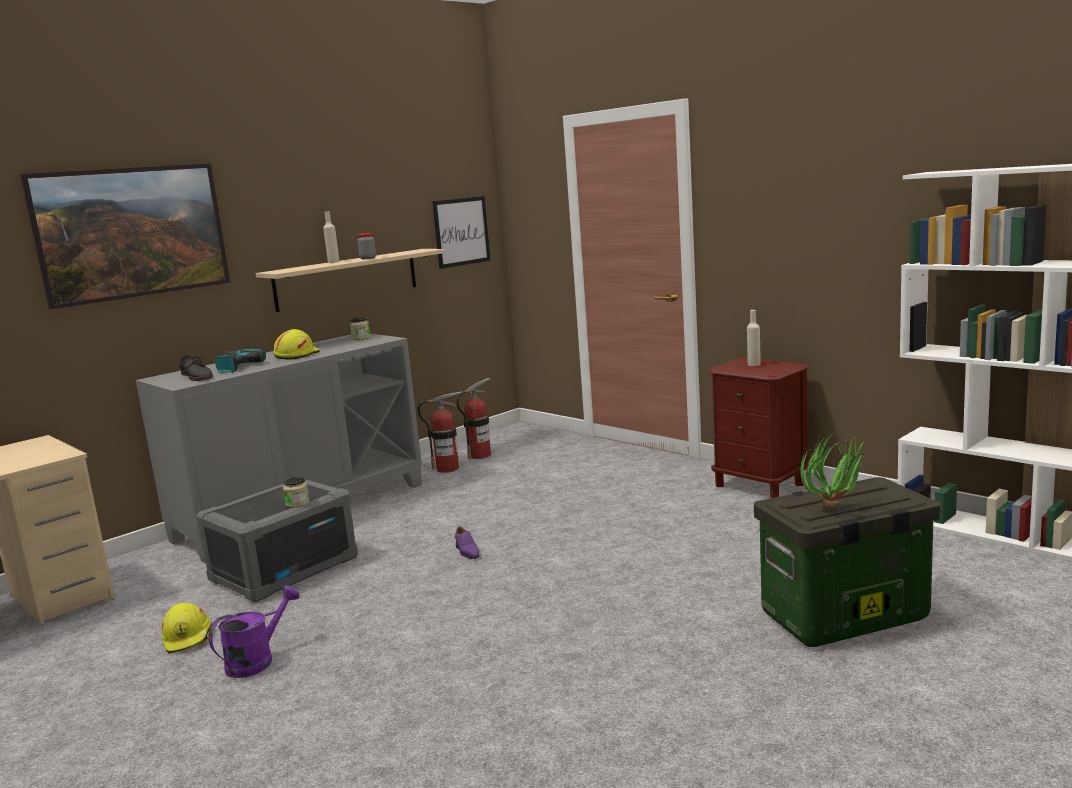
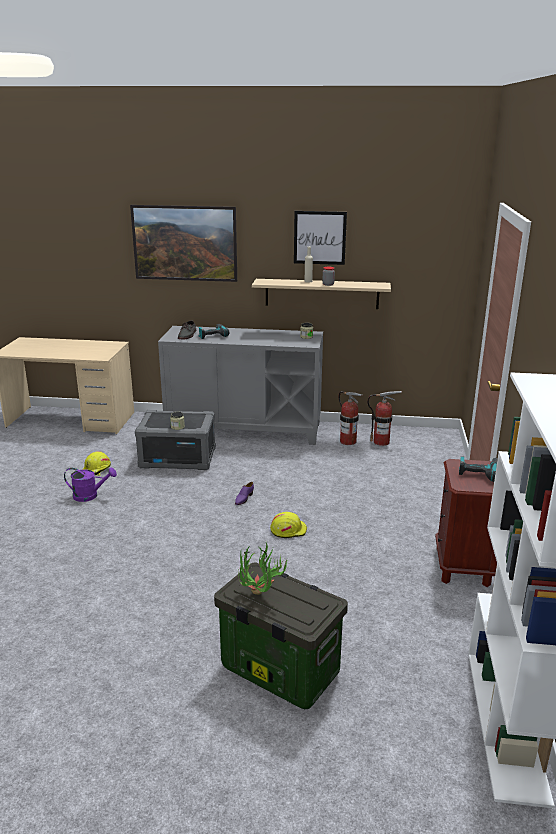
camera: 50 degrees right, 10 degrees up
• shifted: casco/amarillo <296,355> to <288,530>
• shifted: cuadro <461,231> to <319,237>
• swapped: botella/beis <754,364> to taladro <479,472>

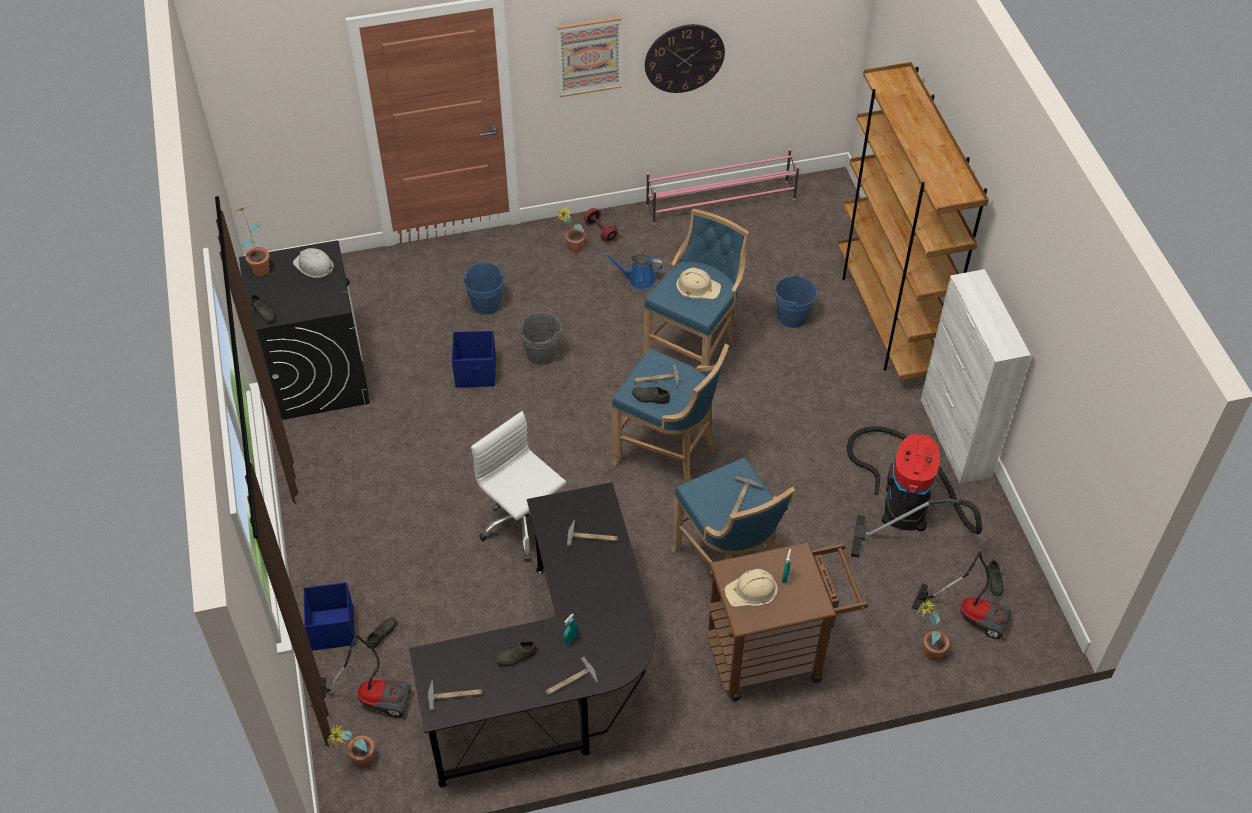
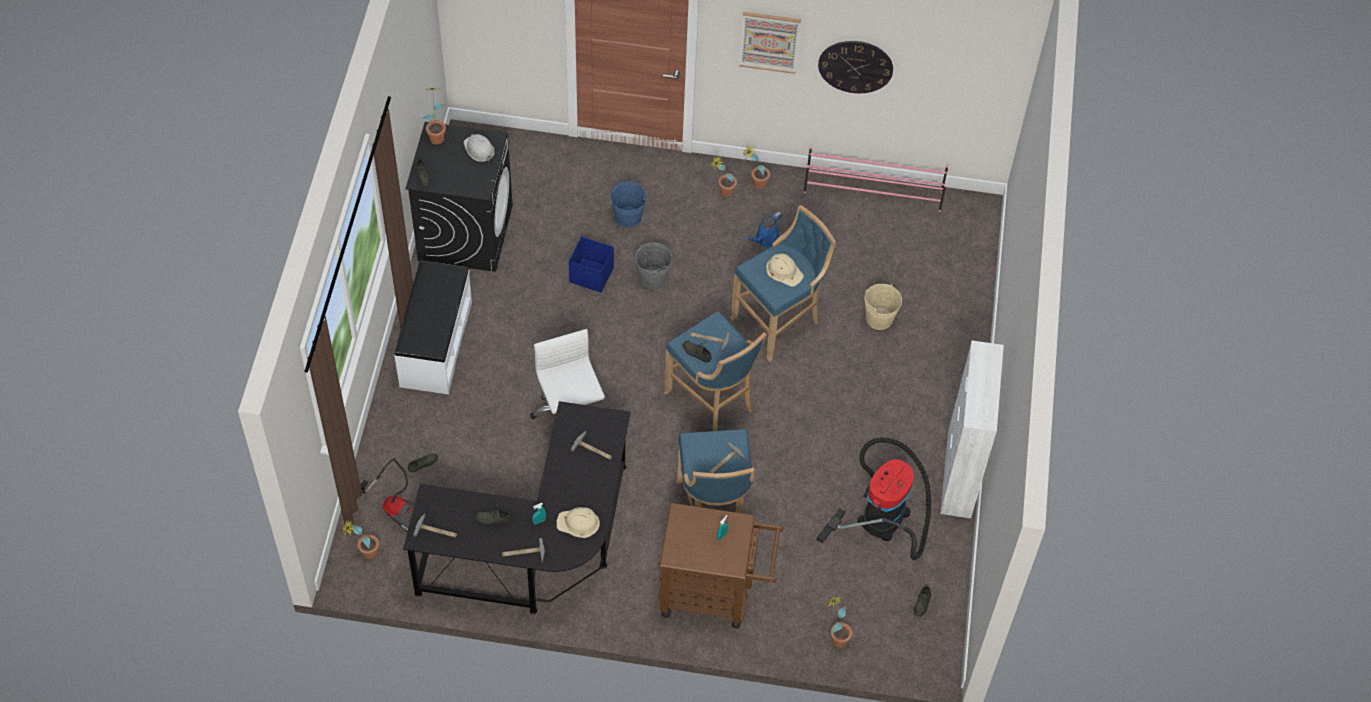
camera: 20 degrees right, 5 degrees up
• gone: caja de almacenaje/azul <333,628>
• swapped: mancuerna/rojo <601,232> to planta en maceta <755,184>
• rotated: regadera/azul <638,279> = <765,239> 75 degrees counterclockwise
• shifted: casco/beis <752,590> to <578,523>
• repainted: cubo/azul <792,316> to cubo/beis <879,318>
• gone: estantería/marrón <887,319>
• gone: aspiradora <970,613>
• new: banco/blanco <435,344>

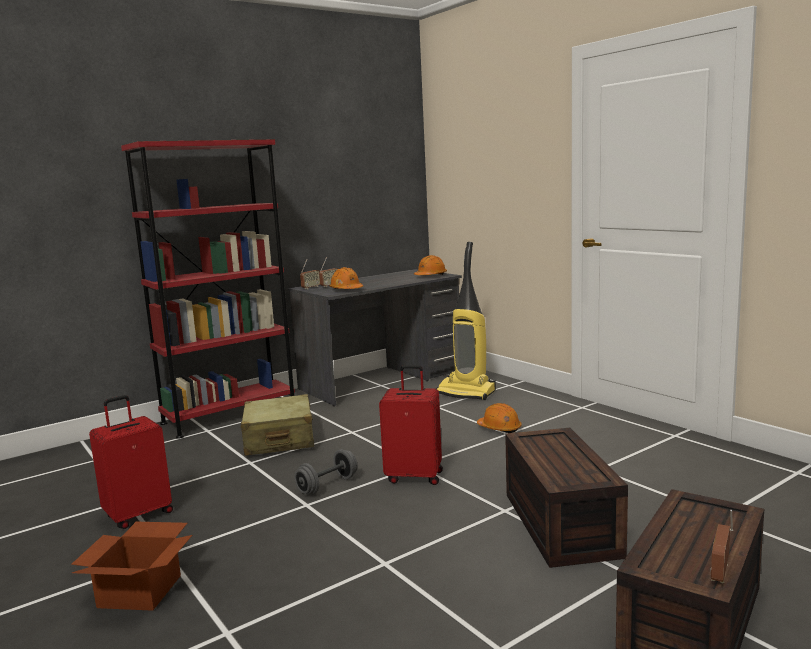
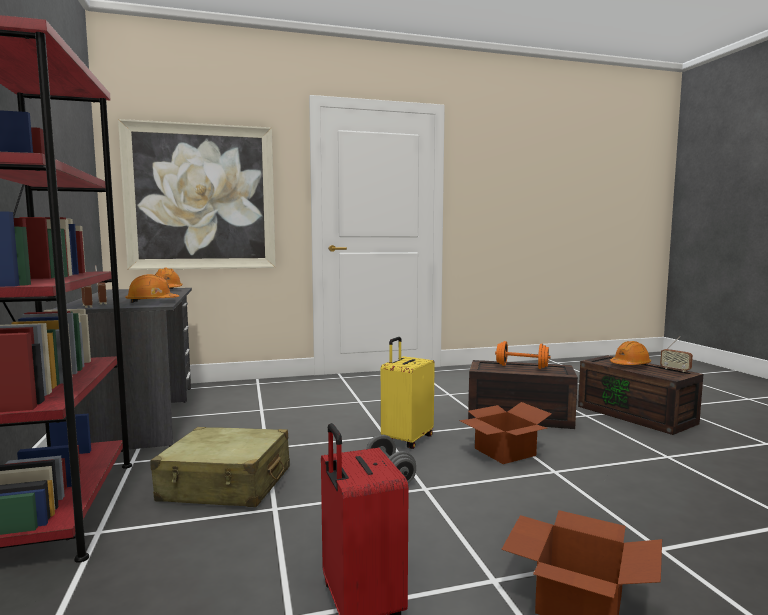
camera: 70 degrees left, 5 degrees down
• repainted: maleta/rojo <415,476> to maleta/amarillo <406,440>
• gone: aspiradora <466,392>
• shifted: casco/naranja <499,428> to <630,365>
• new: cuadro <201,197>
• new: caja de cartón <503,452>
• new: mancuerna/naranja <522,367>

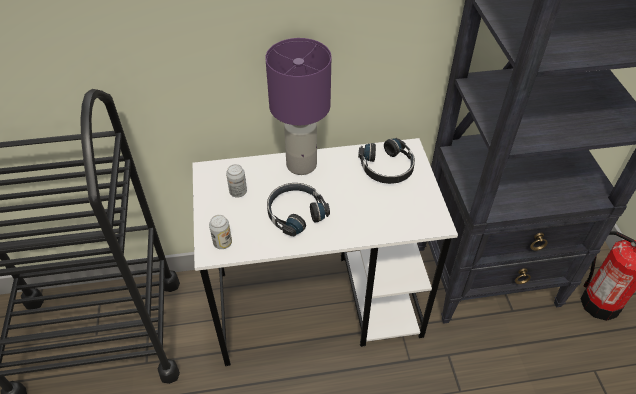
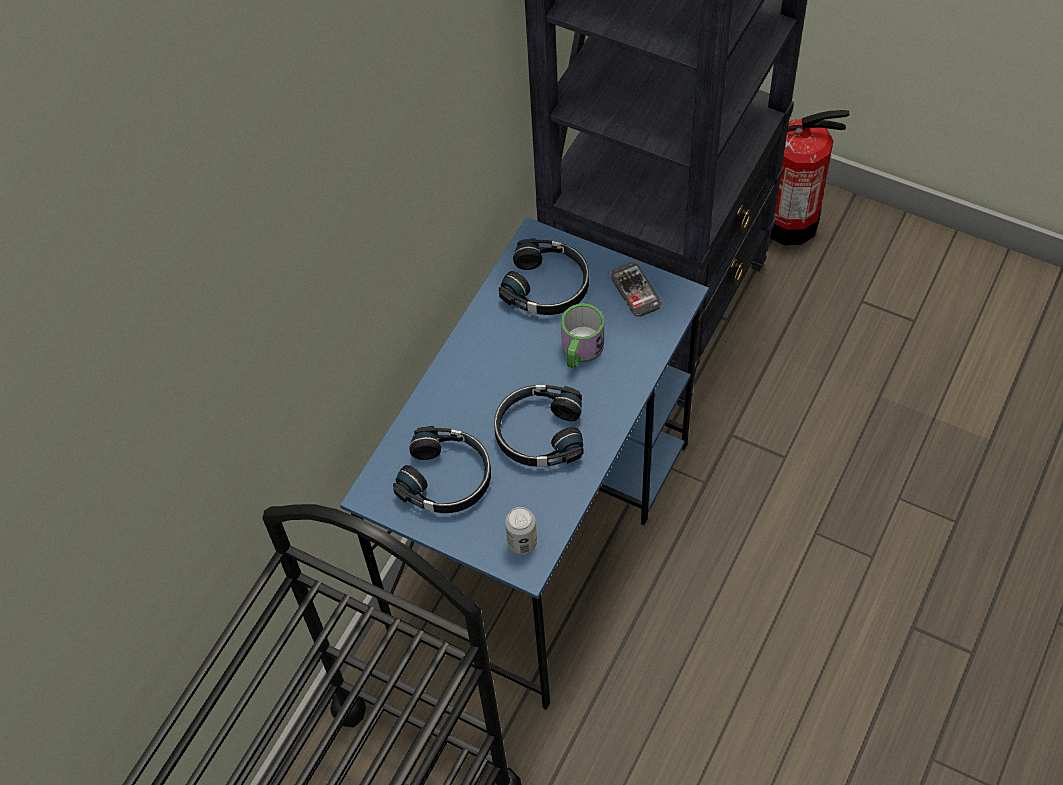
camera: 50 degrees left, 10 degrees up
• repainted: escritorio/blanco <319,304> to escritorio/azul <543,533>
• swapped: lata <238,192> to auriculares/negro <447,478>
• gone: lámpara de mesa/morado <301,164>
• new: taza grande <580,351>
• new: móvil <635,290>

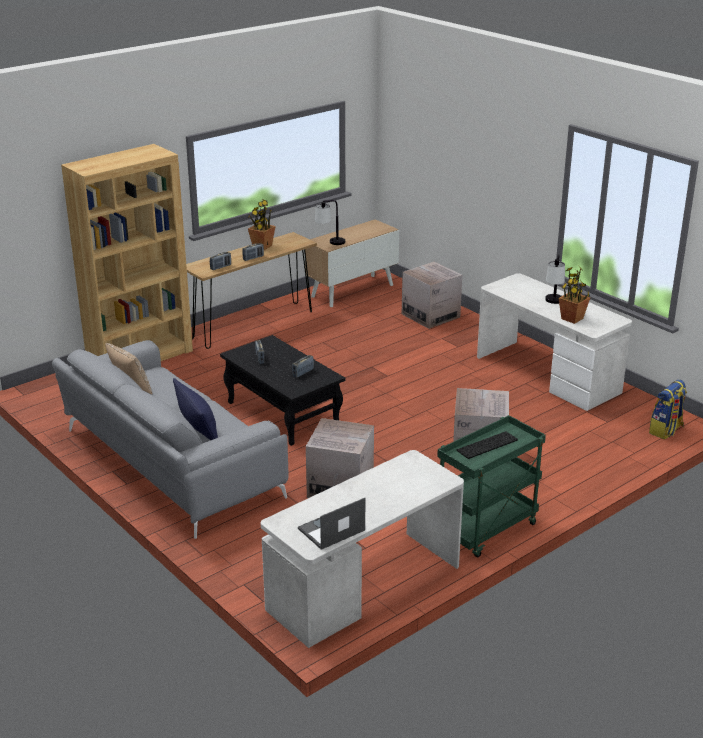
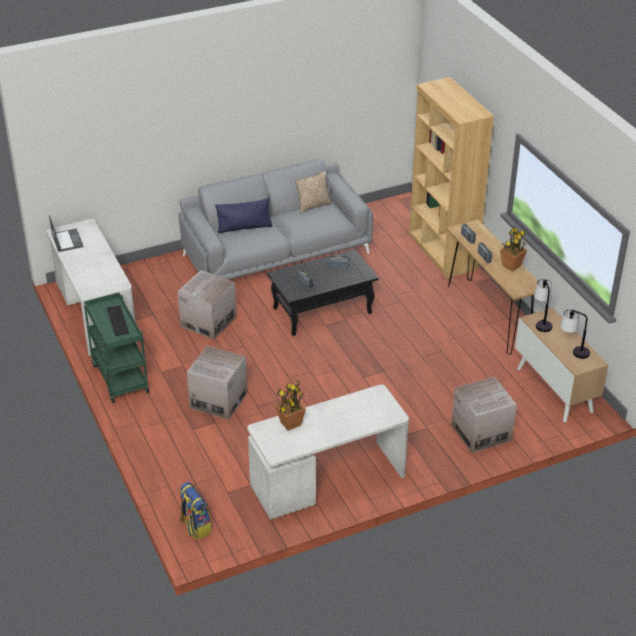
camera: 105 degrees right, 10 degrees up
• shifted: lámpara de mesa <553,303> to <573,351>

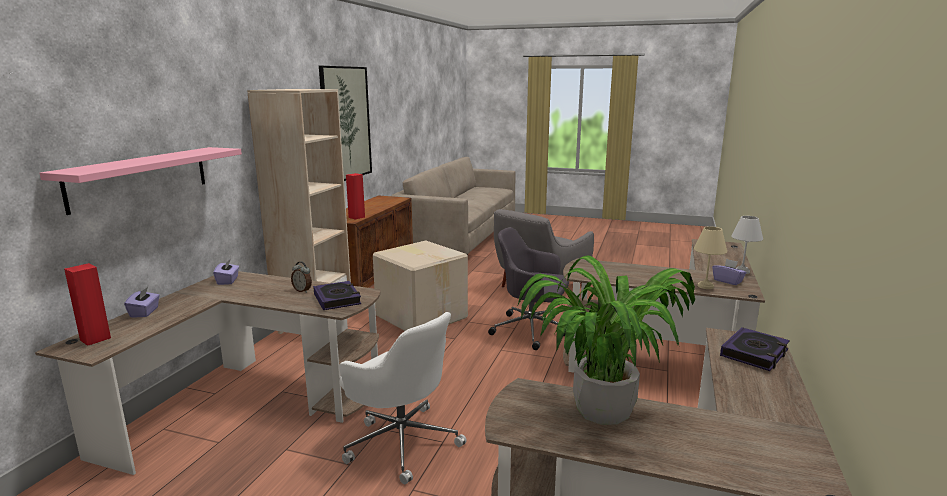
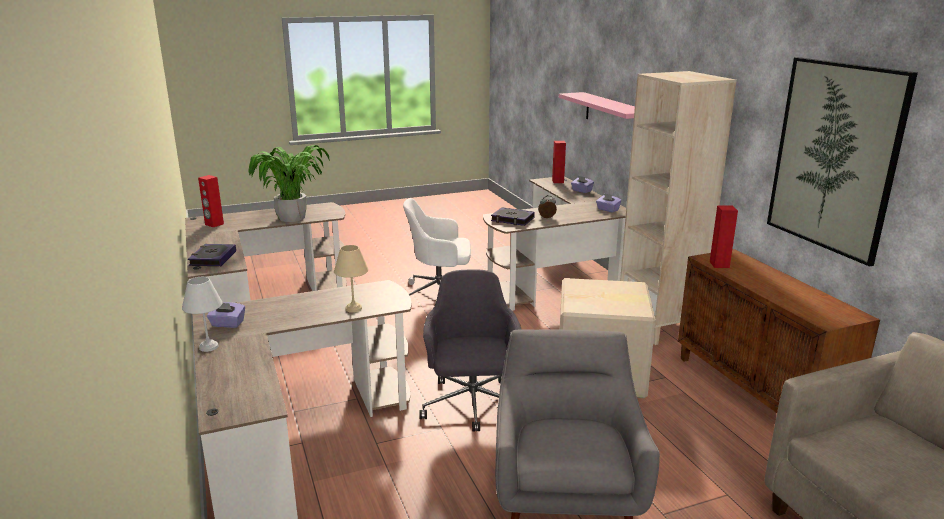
camera: 140 degrees right, 5 degrees up
• rotated: silla de oficina/gris <531,330> = <471,405> 75 degrees counterclockwise
• shifted: lámpara de mesa/beis <705,286> to <354,308>
• new: altavoz/rojo <214,224>

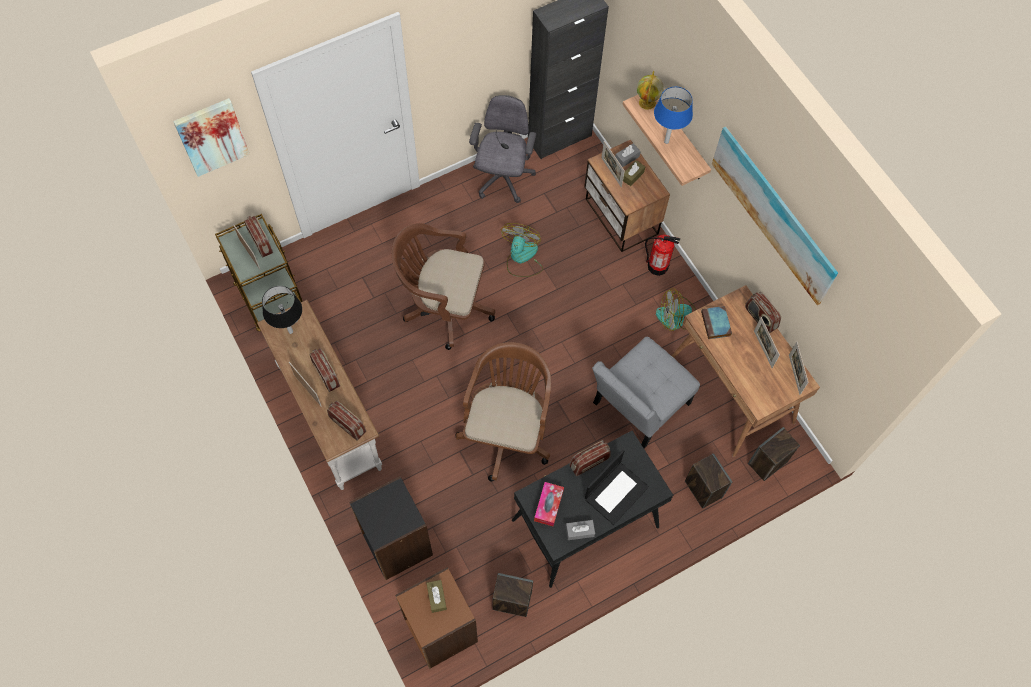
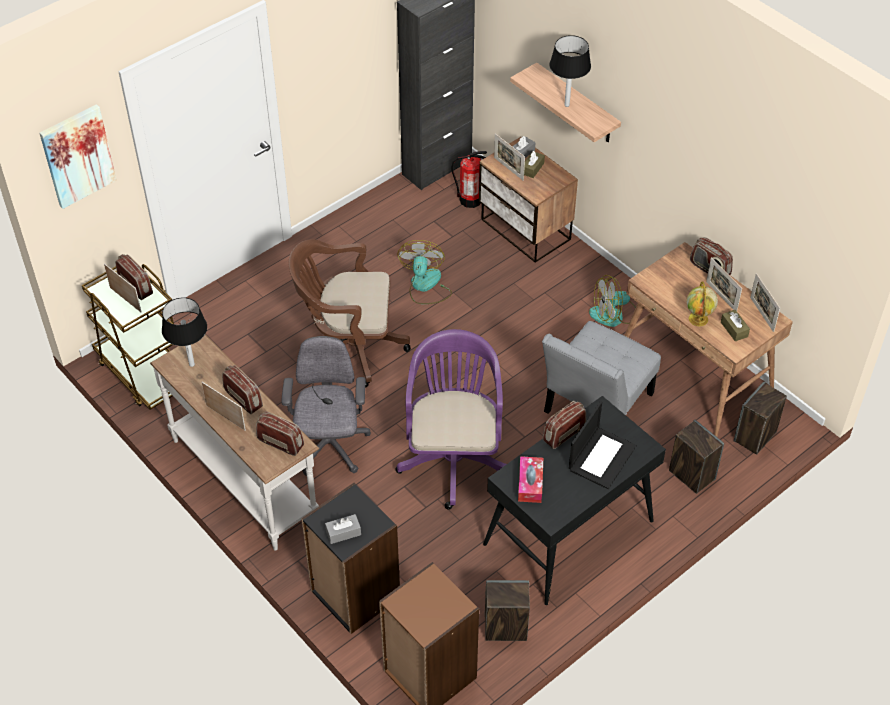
camera: 10 degrees left, 15 degrees down
• shifted: caja de pañuelos/marrón <436,597> to <734,329>
• repainted: silla de oficina/marrón <507,431> to silla de oficina/morado <453,456>
• shifted: silla de oficina/gris <502,179> to <329,447>
• shifted: caja de pañuelos/gris <579,531> to <343,533>
• shifted: globo terráqueo <647,103> to <698,319>
• shifted: extintor <657,266> to <470,199>
• repainted: lámpara de mesa/azul <666,142> to lámpara de mesa/negro <566,105>
• gone: libro <716,324>
• gone: cuadro <775,213>

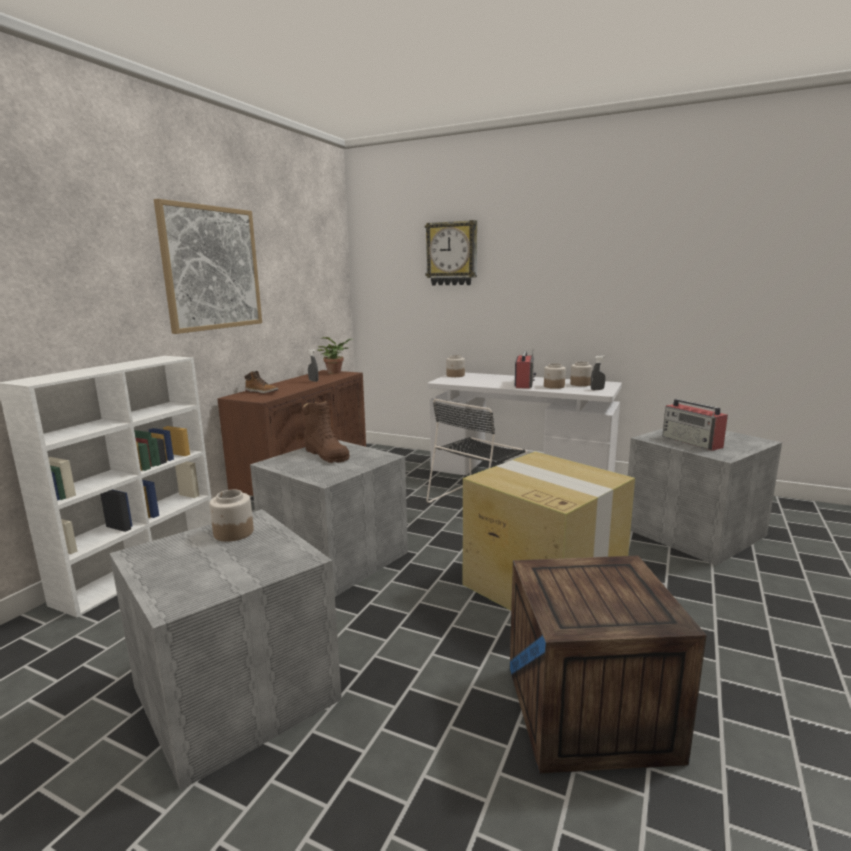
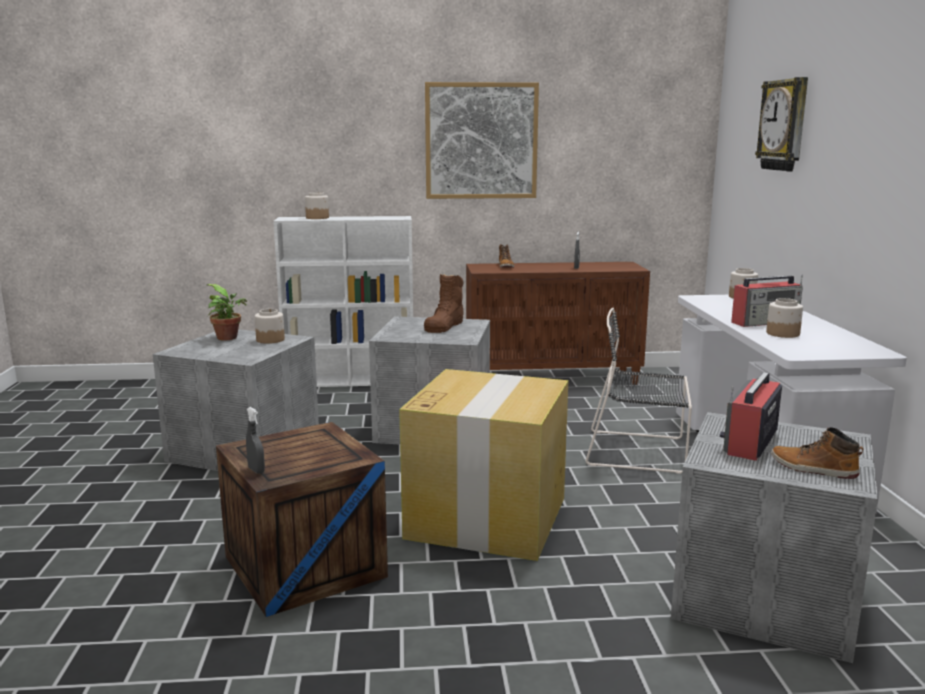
camera: 60 degrees right, 0 degrees up
• shifted: planta en maceta <336,372> to <229,338>
• shifted: tarro <580,384> to <317,218>
• shifted: pulverizador/gris <597,389> to <256,470>
• new: bota <813,469>

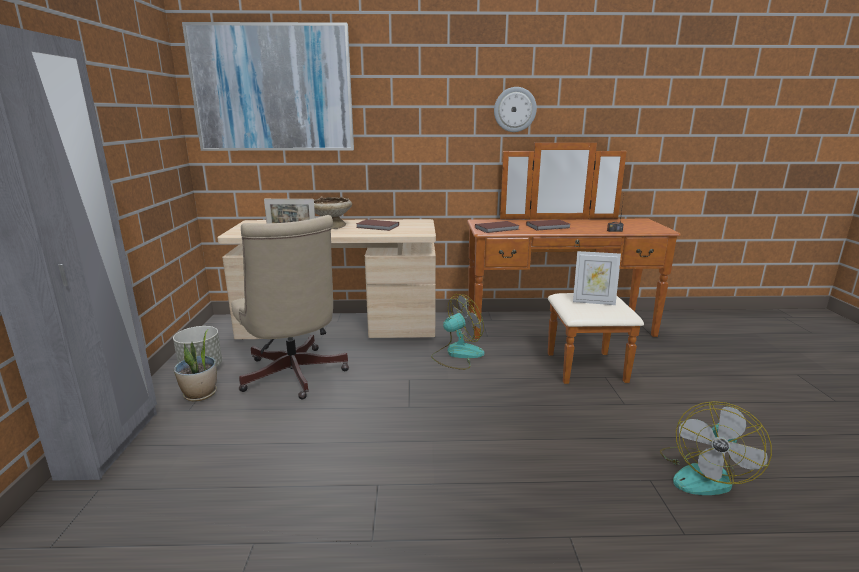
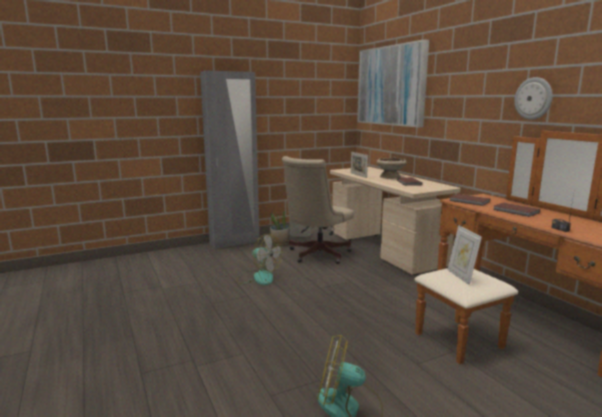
camera: 65 degrees right, 5 degrees down
• shifted: ventilador <457,354> to <258,277>

